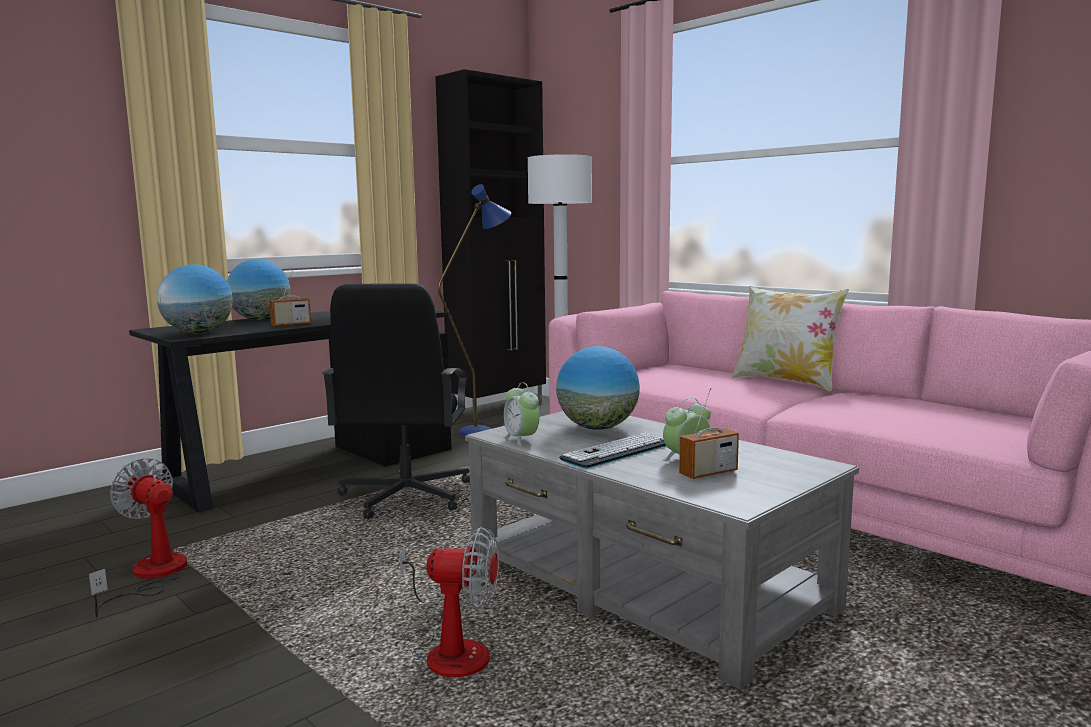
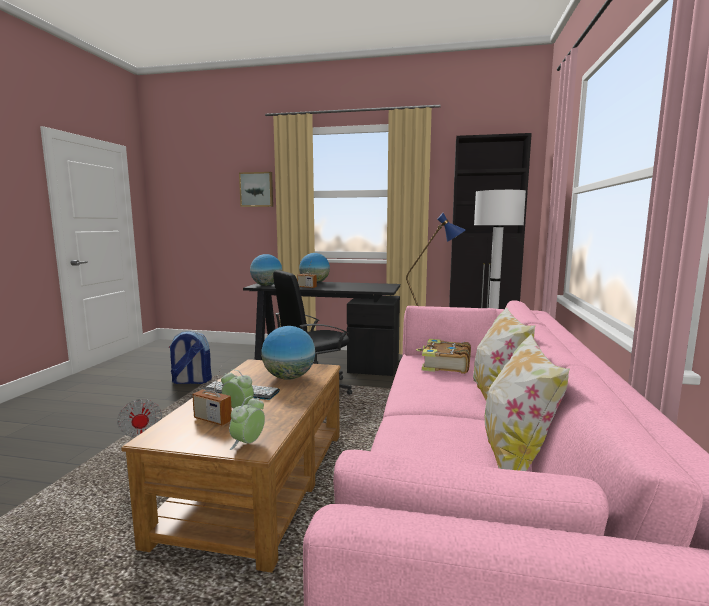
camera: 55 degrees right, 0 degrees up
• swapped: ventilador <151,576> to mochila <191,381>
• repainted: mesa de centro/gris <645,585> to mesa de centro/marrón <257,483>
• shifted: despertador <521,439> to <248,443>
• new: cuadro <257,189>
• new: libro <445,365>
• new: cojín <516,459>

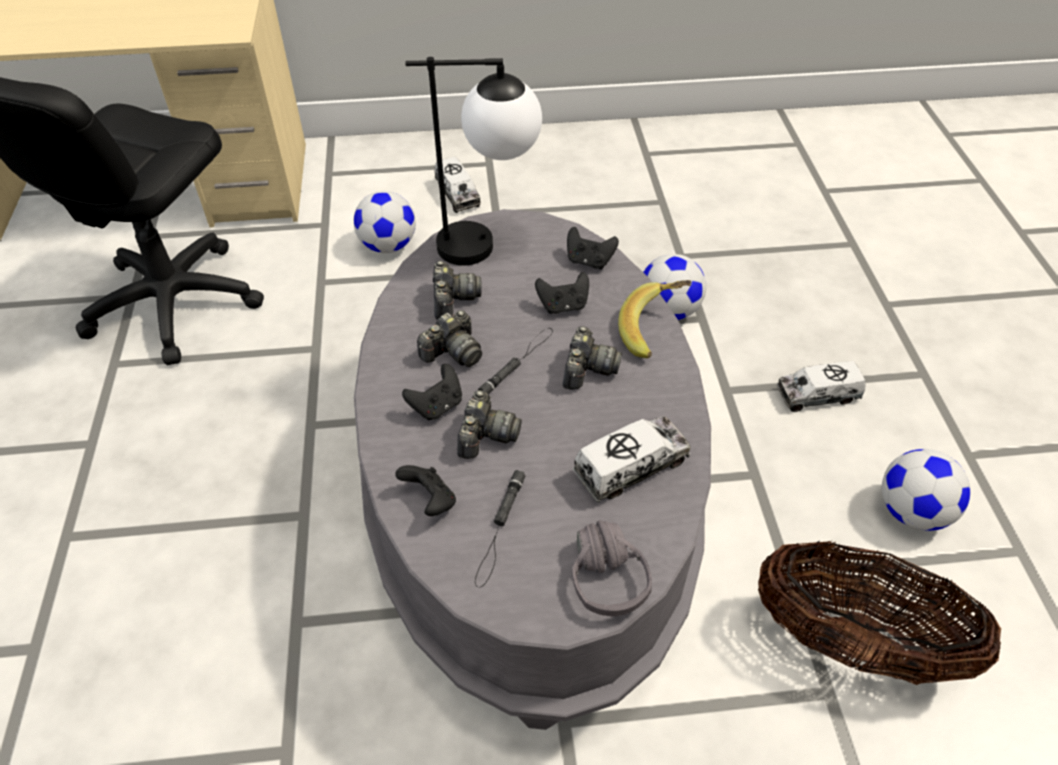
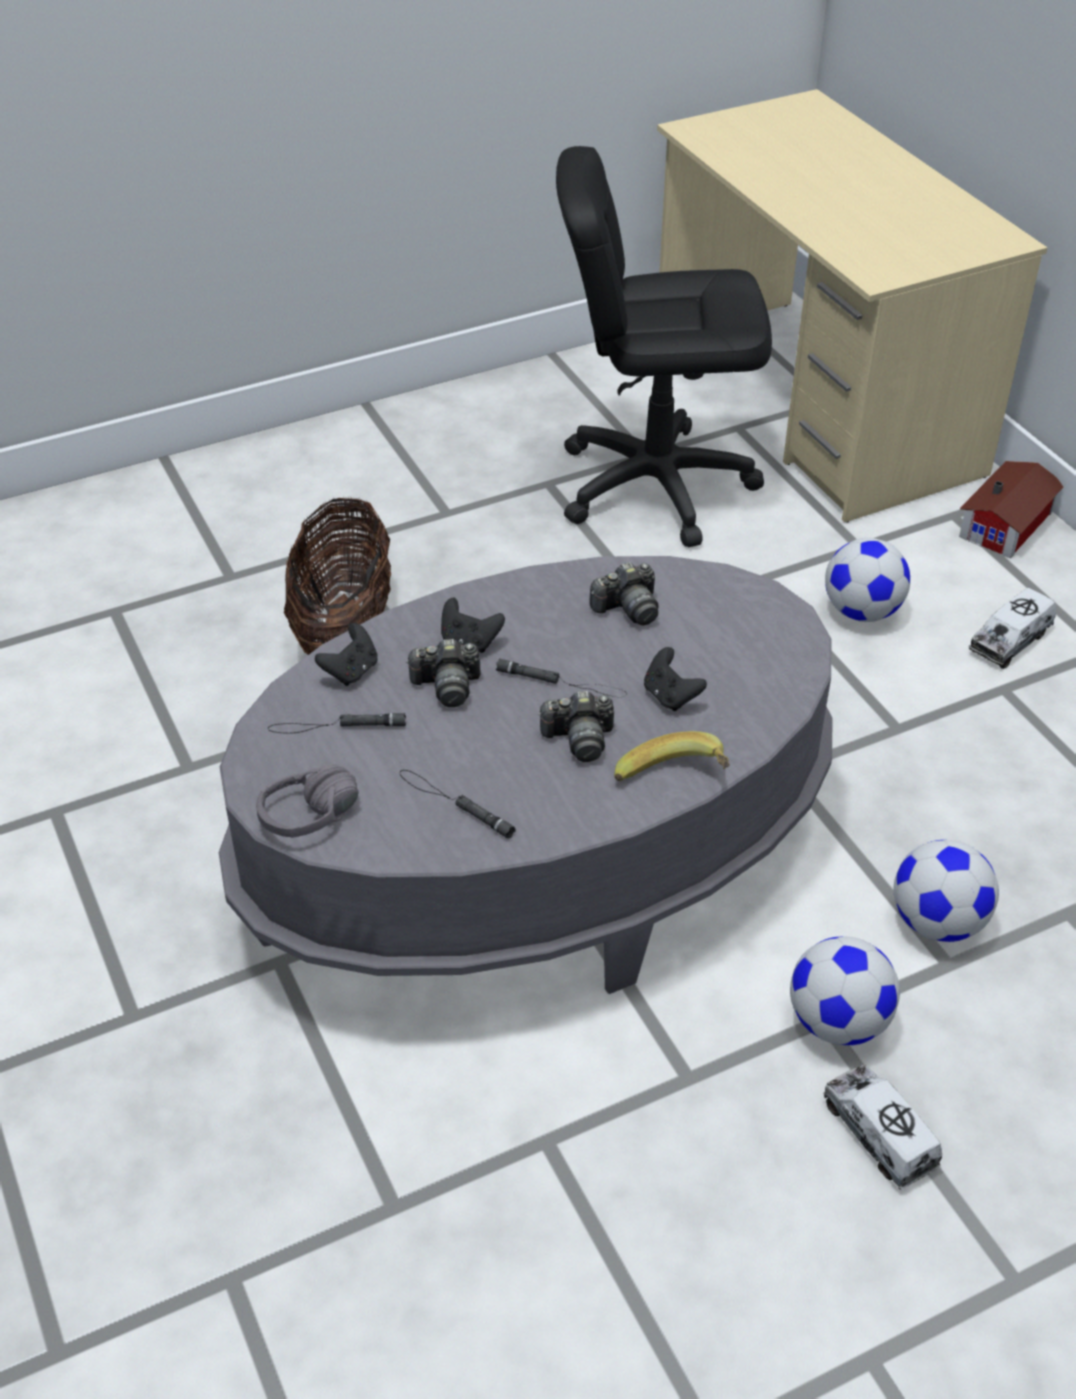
camera: 70 degrees right, 5 degrees down
• gone: lámpara de mesa <488,246>
• gone: cámara <453,352>
• gone: mando de consola/negro <589,261>
• swapped: camión de juguete <630,467> to linterna/negro <455,804>
• shifted: cesta <853,643> to <344,628>
• shifted: balón de fútbol <912,511> to <838,1022>
• new: casita <1010,523>

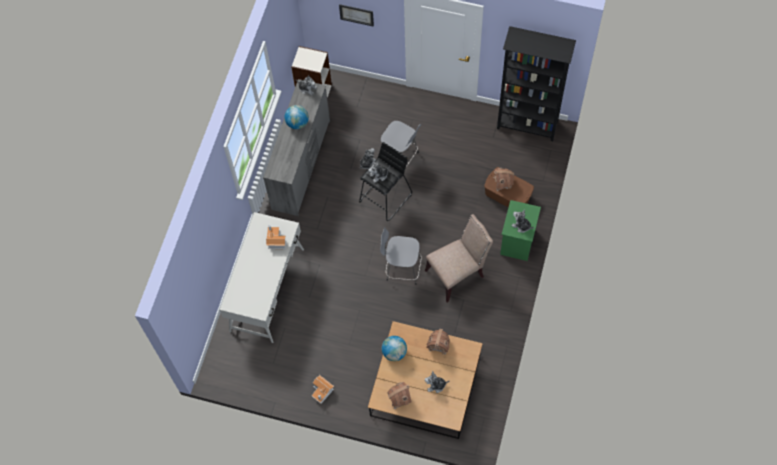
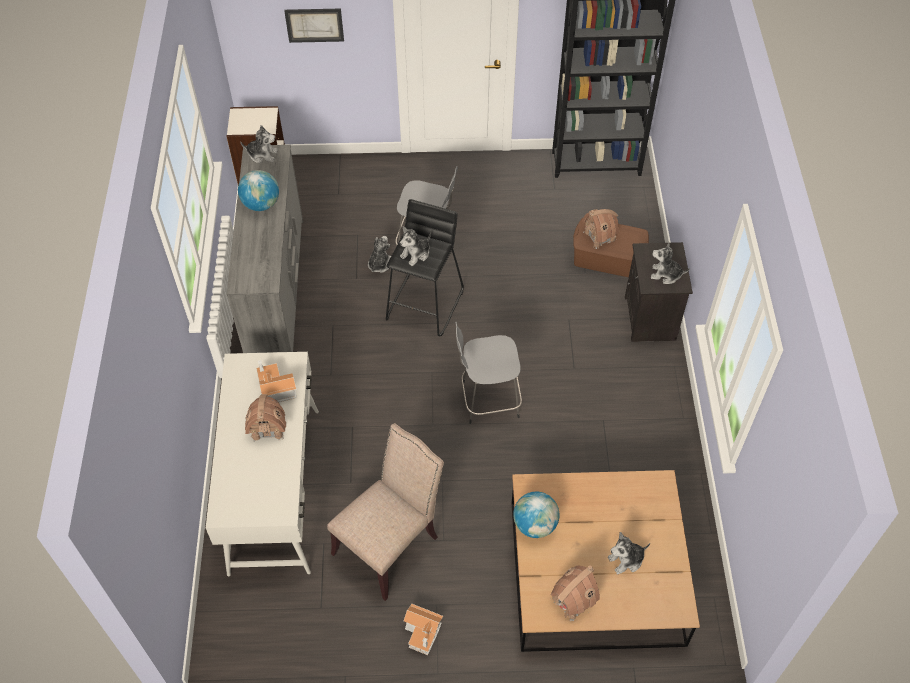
camera: 20 degrees left, 10 degrees down
• shifted: silla/beis <457,273> to <390,544>
• shifted: casita <438,345> to <268,427>
• repainted: mesita de noche/verde <518,243> to mesita de noche/negro <651,319>

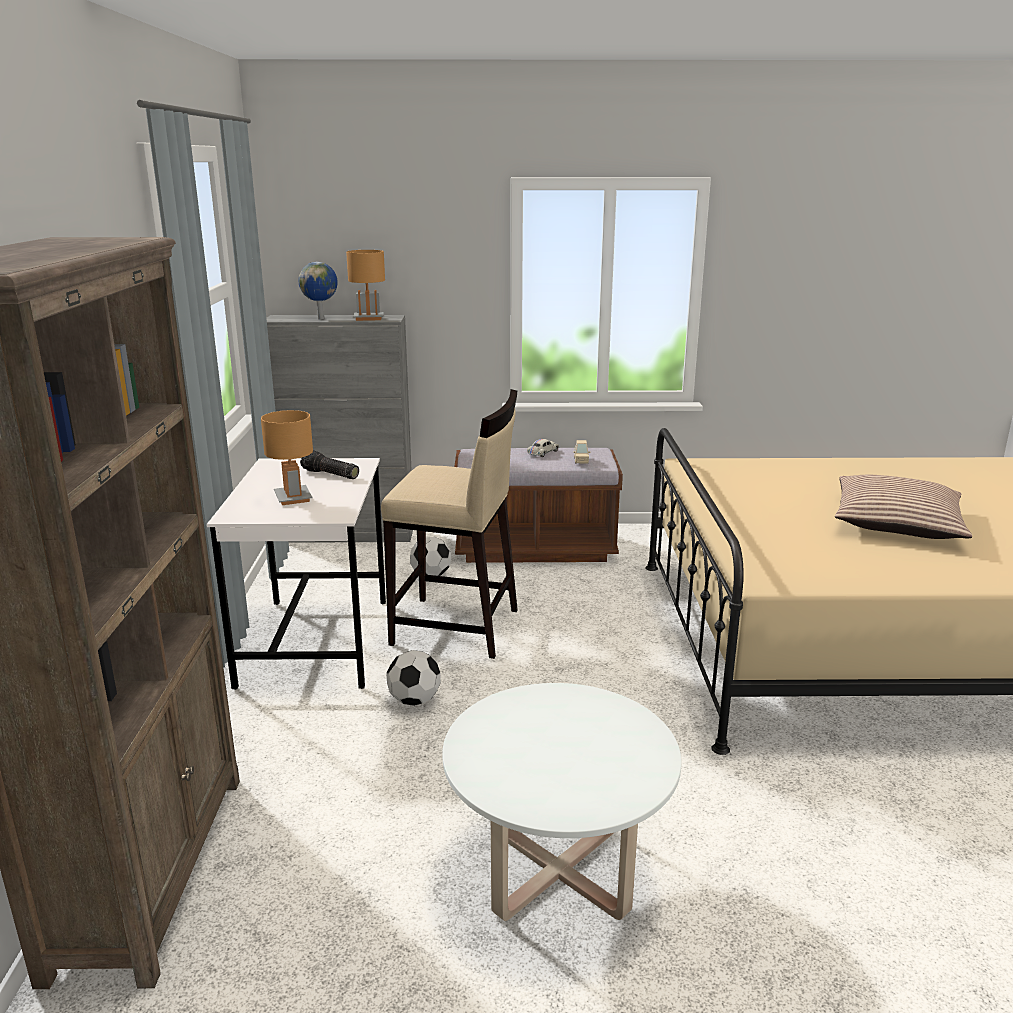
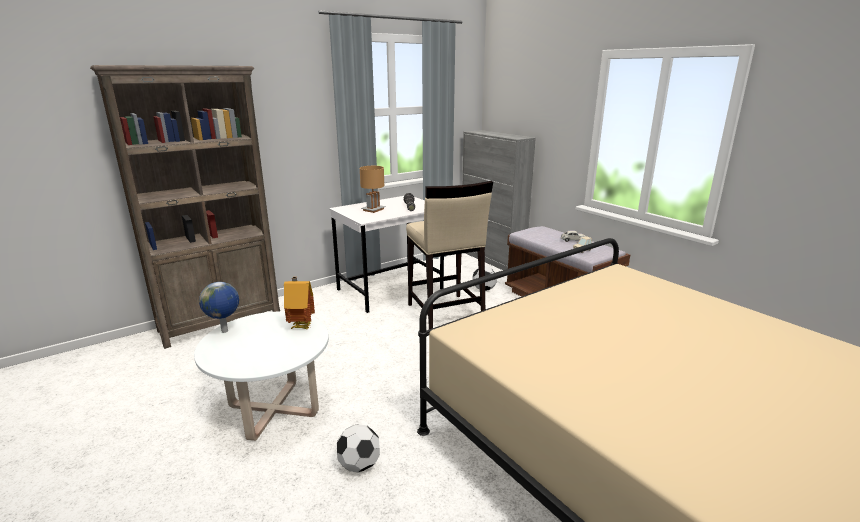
camera: 55 degrees right, 0 degrees up
• shifted: globo terráqueo <321,318> to <225,331>
• gone: lámpara de mesa/marrón <368,318>
• shifted: balón de fútbol <414,700> to <359,465>
• gone: cojín <897,522>
• new: casita <301,326>

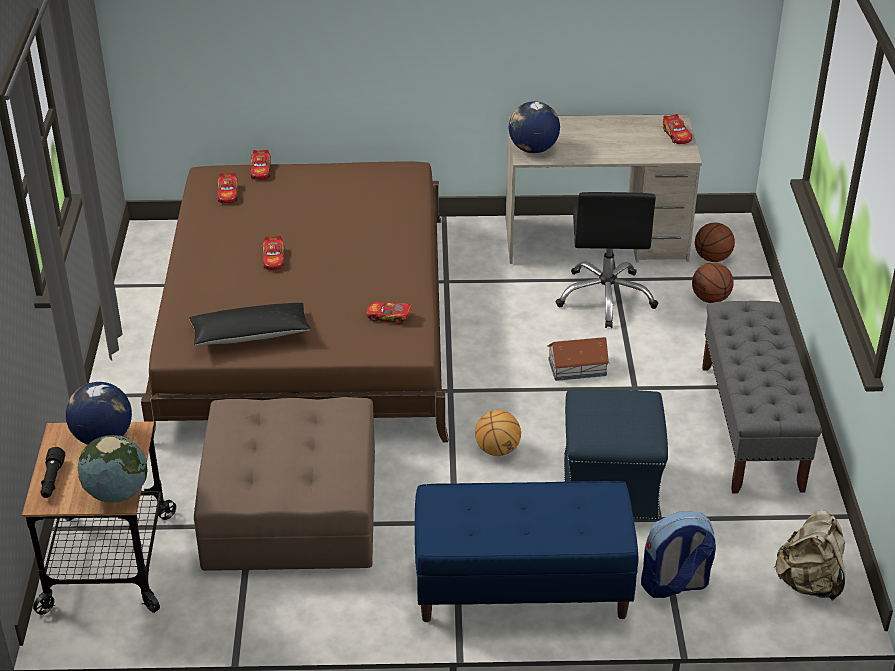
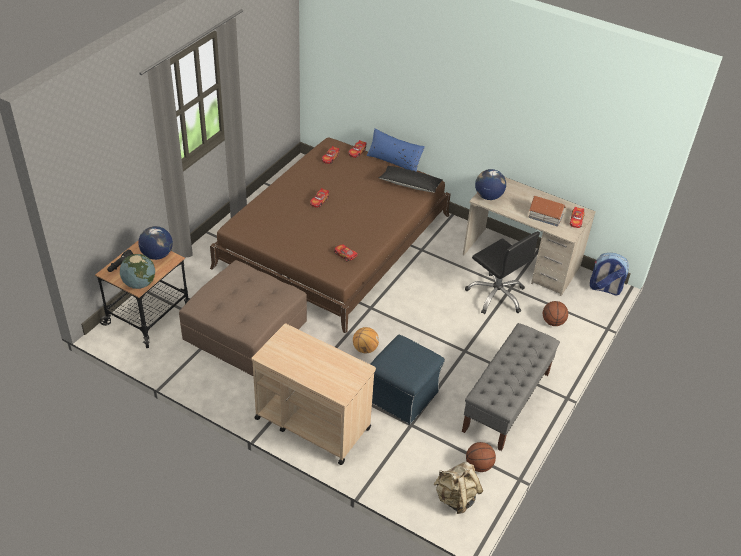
camera: 30 degrees right, 5 degrees up
• shifted: cojín/negro <250,334> to <410,184>
• swapped: banco/azul <521,588> to carrito/beis <312,423>
• shifted: casita <578,367> to <546,216>
• rotated: silla de oficina/negro <606,297> = <496,295> 75 degrees counterclockwise
• shifted: mochila <674,585> to <604,288>
• shifted: balón de baloncesto <712,258> to <478,465>
• new: cojín/azul <394,161>

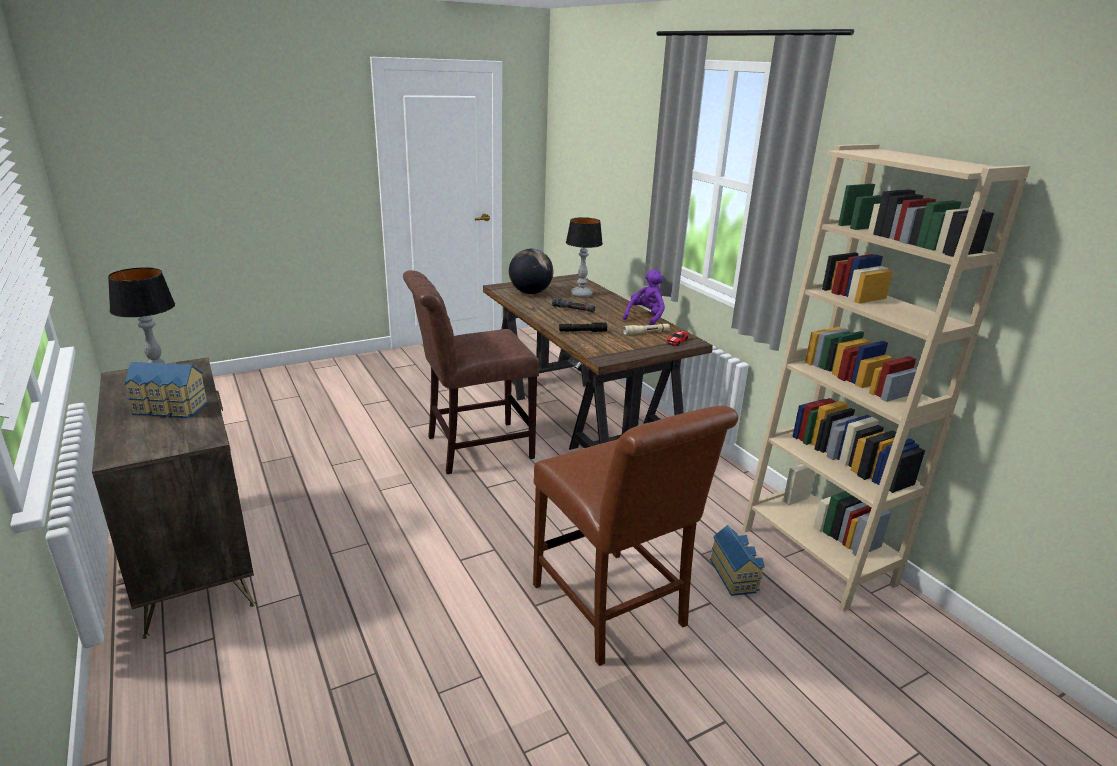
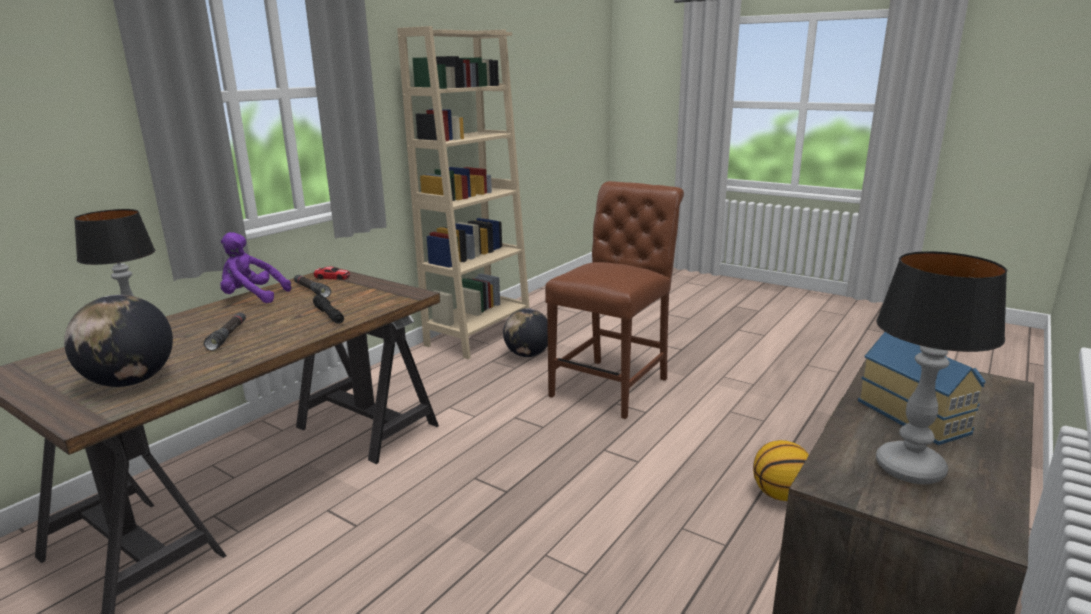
camera: 115 degrees left, 5 degrees down
• gone: silla/marrón <473,448>
• repainted: linterna/beis <646,333> to linterna/negro <312,290>
• swapped: casita <735,575> to globo terráqueo <527,355>
• new: balón de baloncesto <780,495>

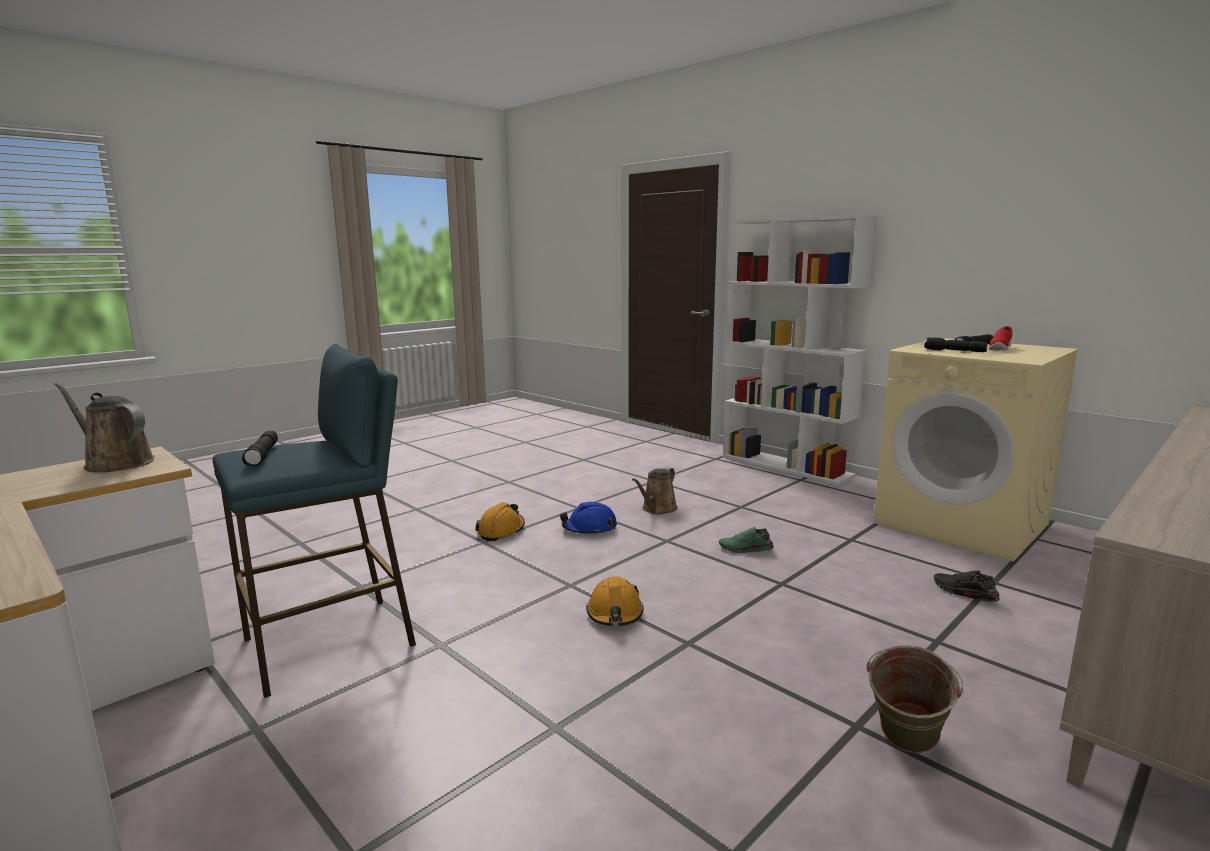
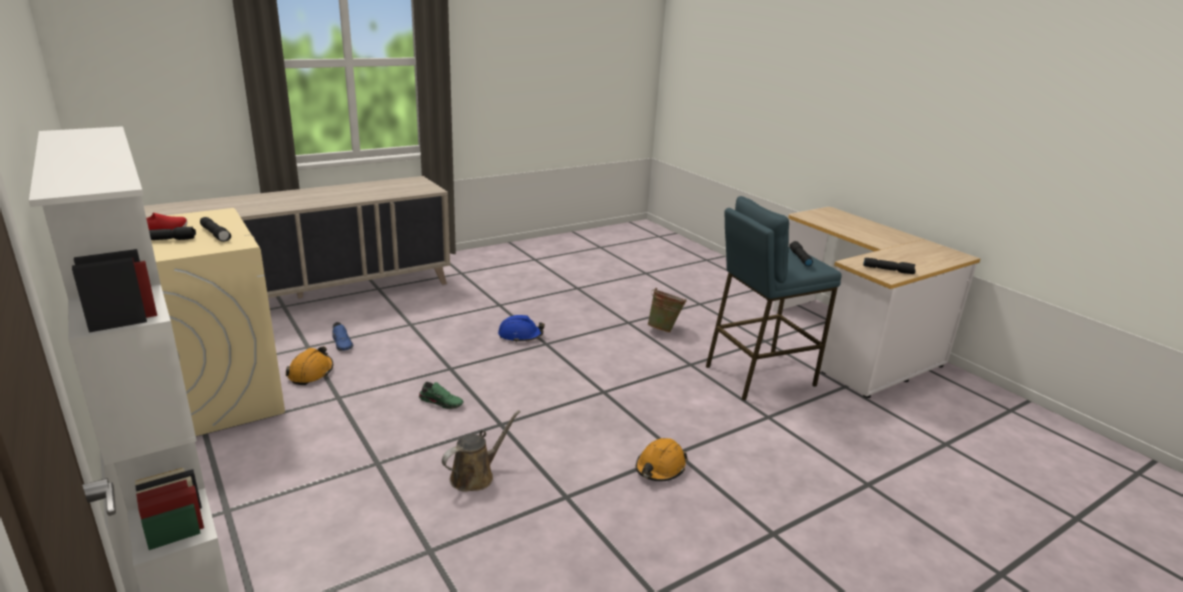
camera: 170 degrees left, 10 degrees up
• swapped: regadera/marrón <115,463> to linterna/negro <888,270>
• shifted: casco/azul <589,528> to <520,336>
• shifted: casco/naranja <615,613> to <311,373>
• shifted: cubo/verde <904,748> to <664,329>
• repainted: zapato/negro <964,593> to zapato/azul <343,343>

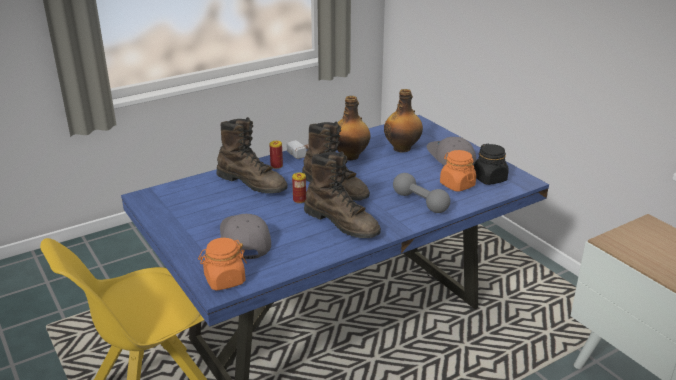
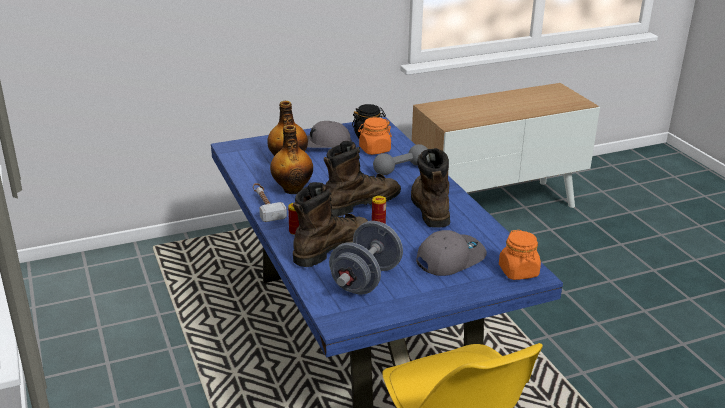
camera: 80 degrees left, 0 degrees up
• rotated: gorra/gris <244,240> = <450,258> 150 degrees clockwise
• rotated: bota/marrón <342,223> = <429,207> 60 degrees counterclockwise
• new: mancuerna/gris <366,279>

